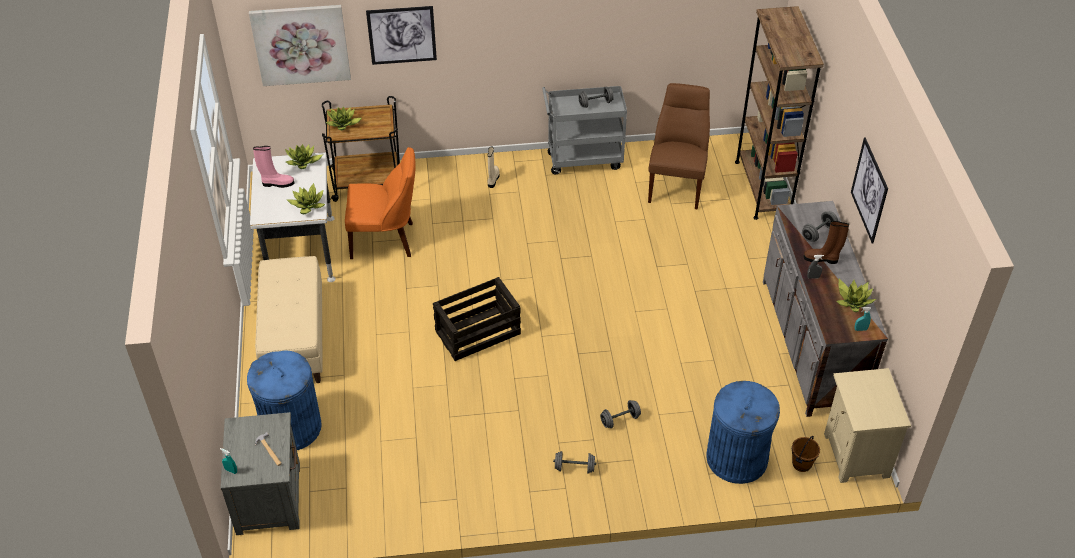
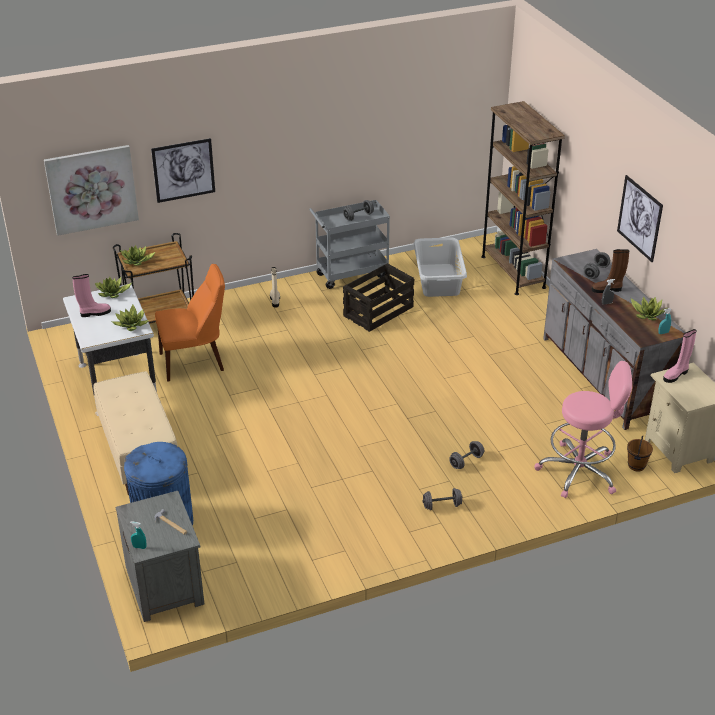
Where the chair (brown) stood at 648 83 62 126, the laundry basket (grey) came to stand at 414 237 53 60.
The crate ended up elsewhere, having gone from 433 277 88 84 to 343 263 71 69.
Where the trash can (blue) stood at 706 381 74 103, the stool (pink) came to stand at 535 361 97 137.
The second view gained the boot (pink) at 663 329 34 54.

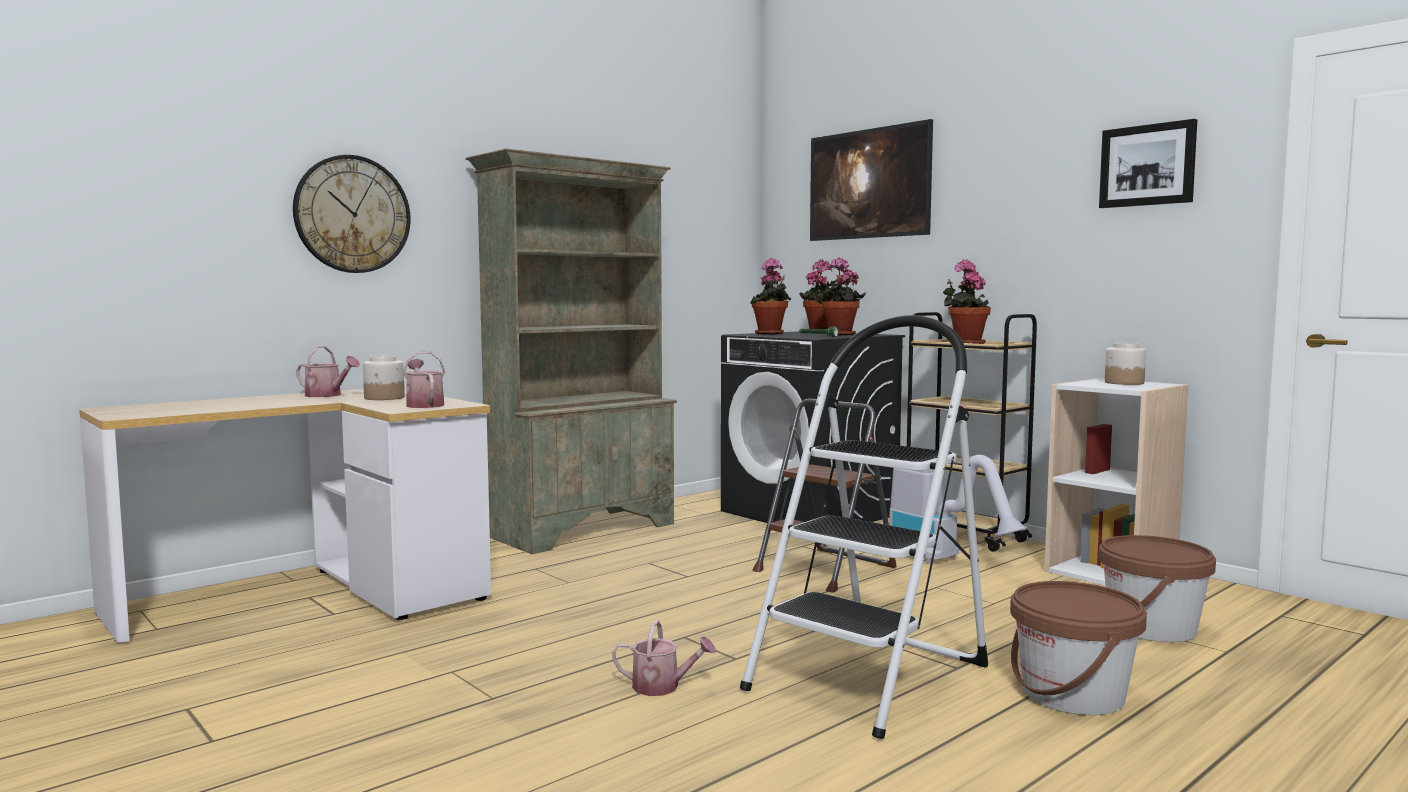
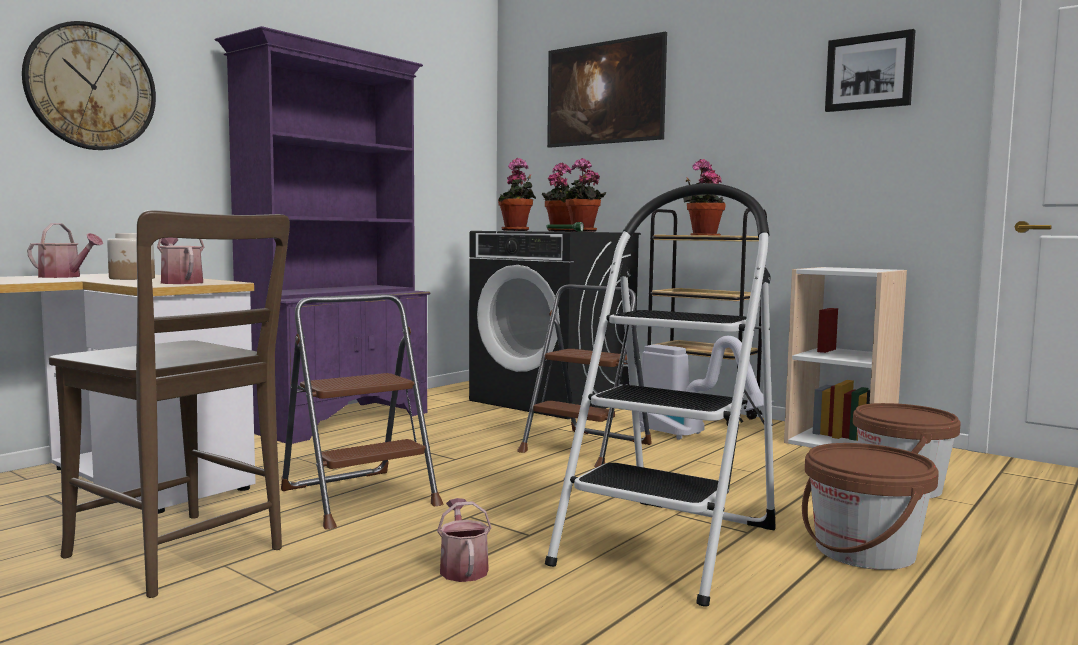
What was the bookcase (green) at 465 149 213 405 turned into the bookcase (purple) at 214 26 217 418.
The second view lost the jar at 1105 343 41 42.
The watering can at 612 620 104 76 ended up facing another way, 105 degrees counterclockwise from before.
The second view gained the chair (brown) at 49 210 241 388.
The second view gained the step ladder (brown) at 281 294 162 235.

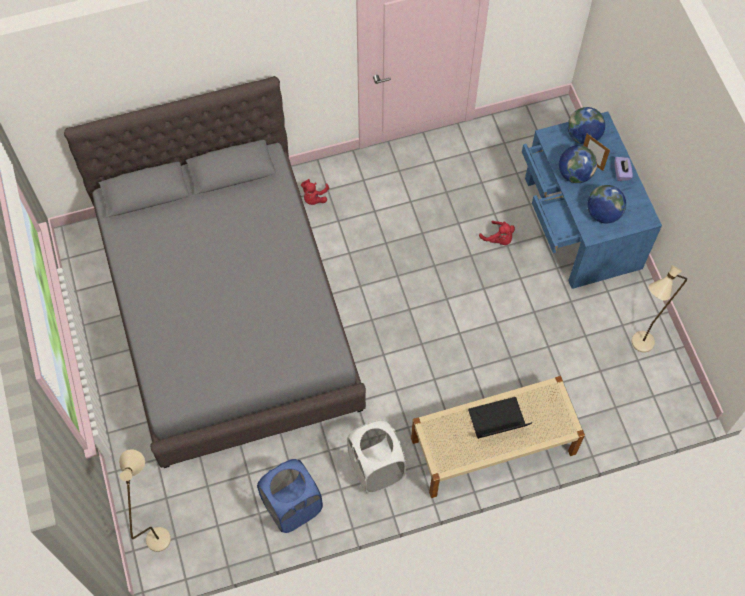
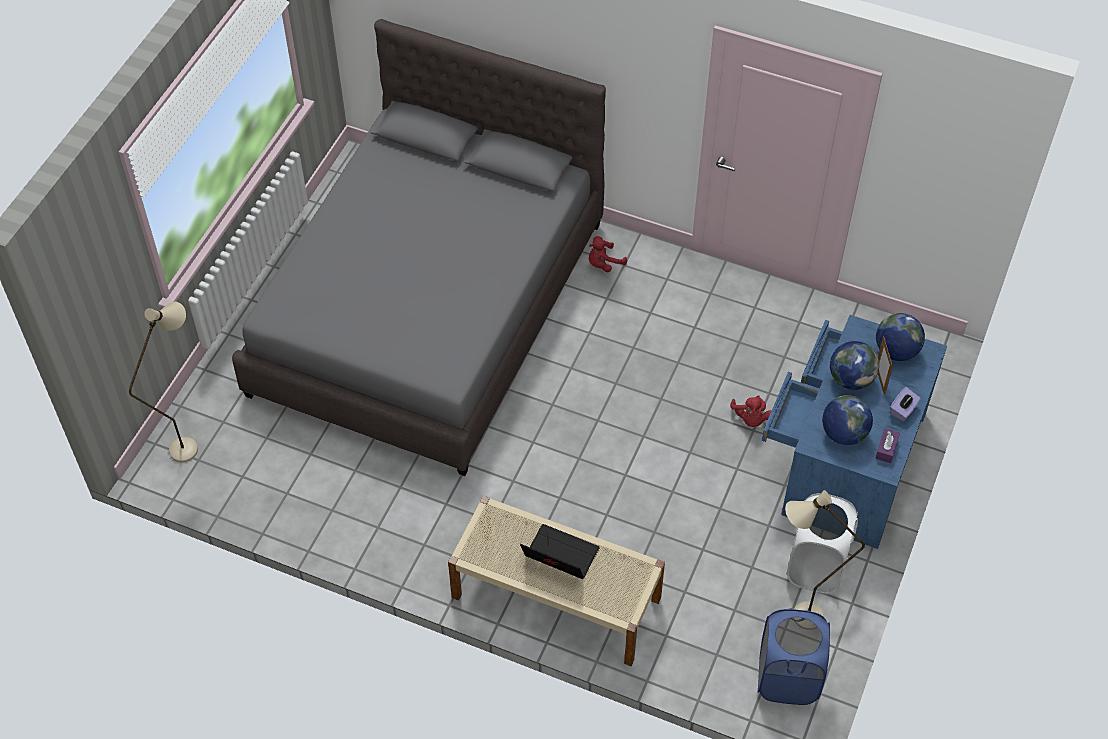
The laundry basket (white) ended up elsewhere, having gone from 347 419 59 74 to 786 493 72 101.
The laundry basket (blue) ended up elsewhere, having gone from 257 459 66 74 to 758 608 72 97.
The second view gained the tissue box (purple) at 875 428 25 35.

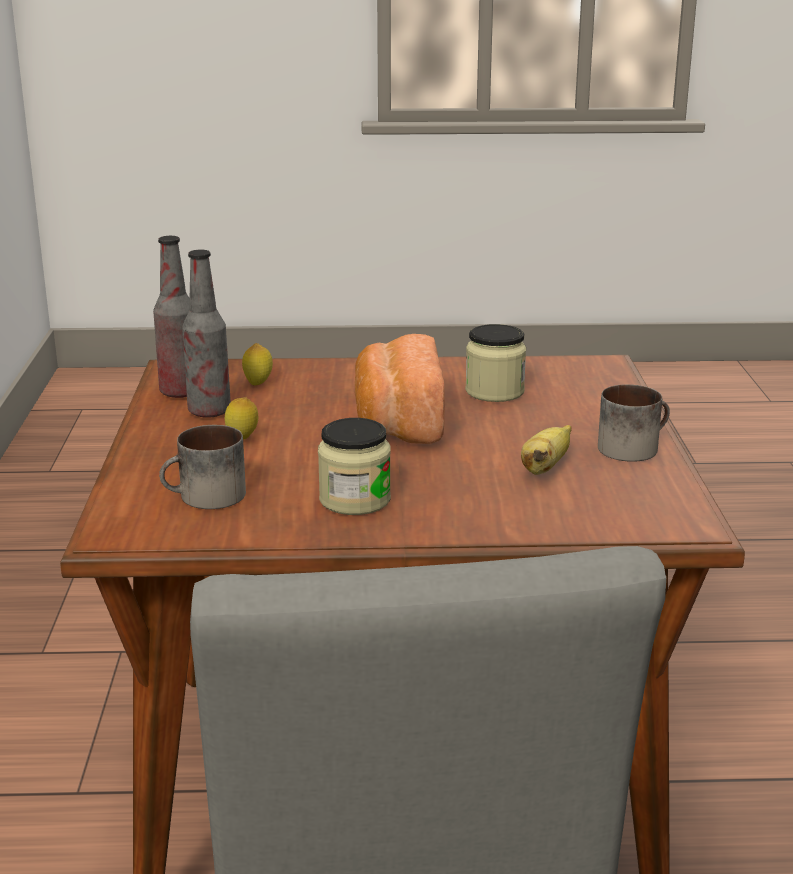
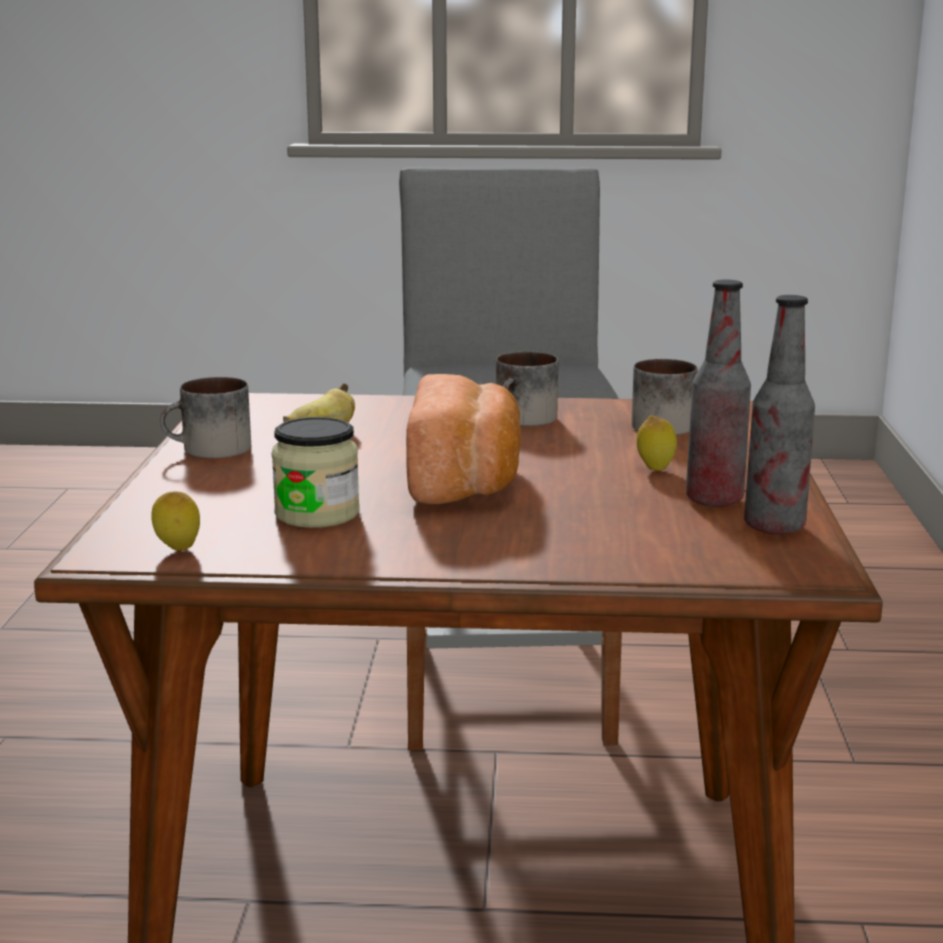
The lemon ended up elsewhere, having gone from 242 343 31 42 to 151 491 49 60.
Where the jar stood at 318 418 73 97, the mug came to stand at 496 351 62 75.

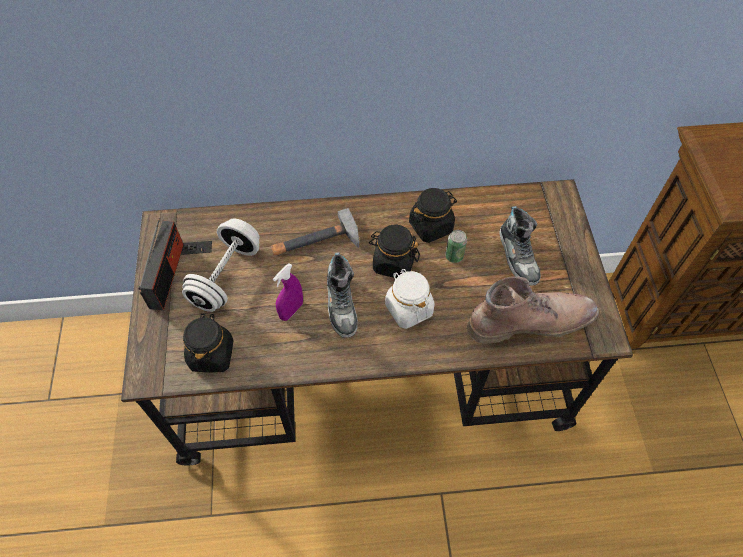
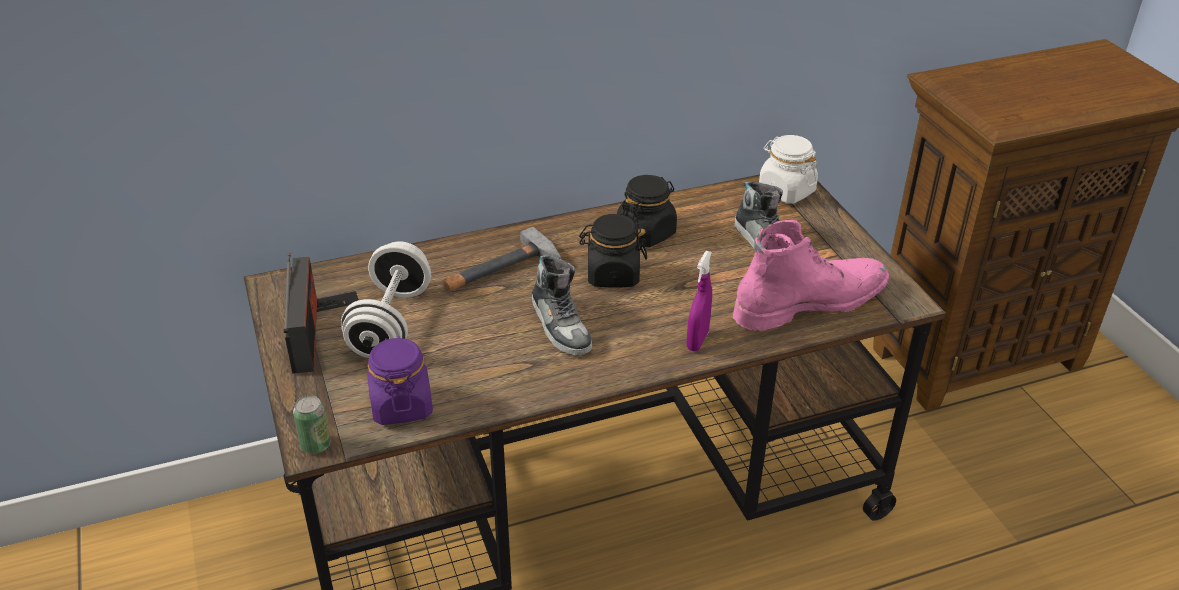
The can ended up elsewhere, having gone from 445 230 22 33 to 293 395 38 59.
The spray bottle (purple) ended up elsewhere, having gone from 273 263 30 58 to 687 251 25 100.
The jar (white) ended up elsewhere, having gone from 385 269 50 60 to 759 135 59 69.
What was the boot (brown) at 466 276 133 68 turned into the boot (pink) at 733 220 156 111.
What was the jar (black) at 183 314 50 58 turned into the jar (purple) at 367 336 66 89.

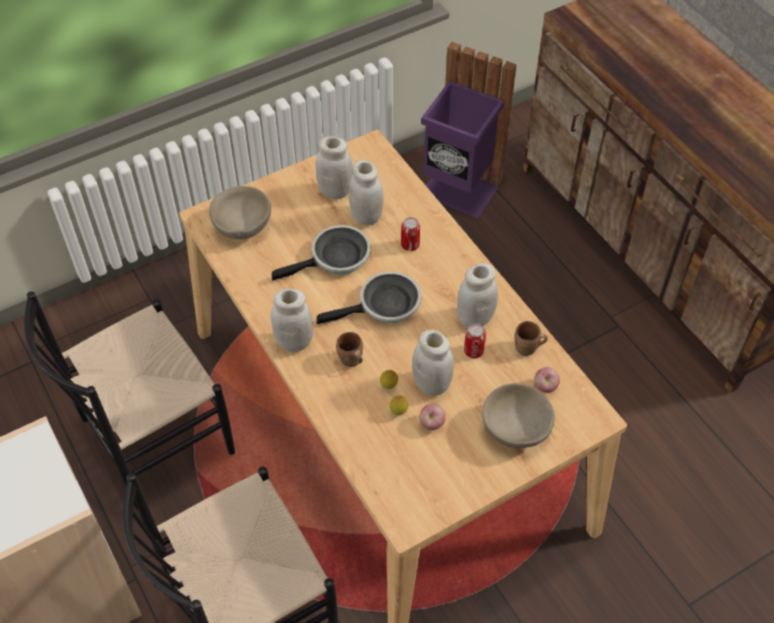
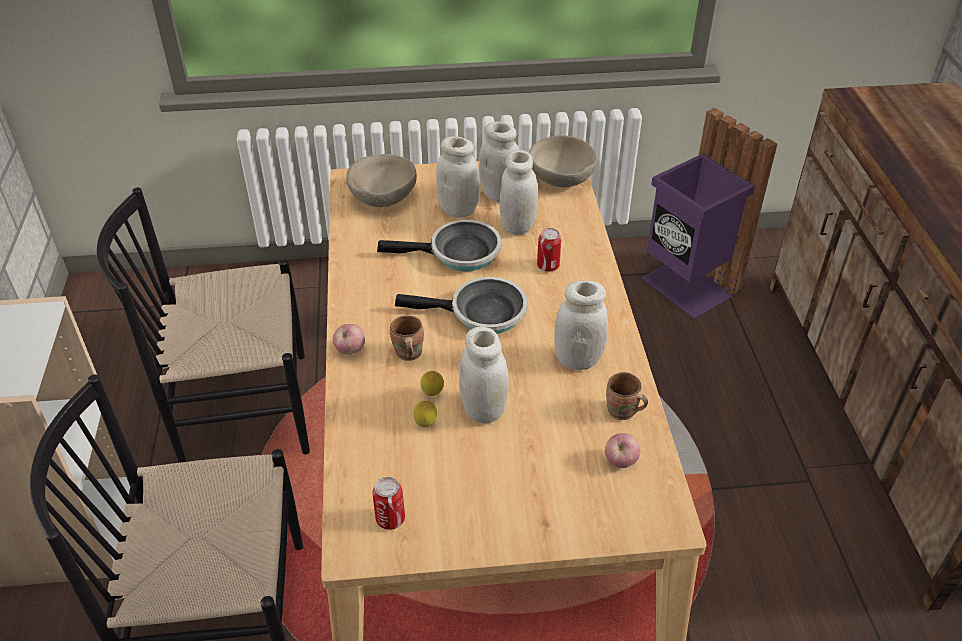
The jar (white) ended up elsewhere, having gone from 271 288 42 64 to 436 136 44 82.
The can ended up elsewhere, having gone from 464 323 22 35 to 373 477 32 53.
The bowl (beige) ended up elsewhere, having gone from 482 383 73 65 to 529 135 68 52.
The apple ended up elsewhere, having gone from 419 404 27 26 to 333 324 32 31.

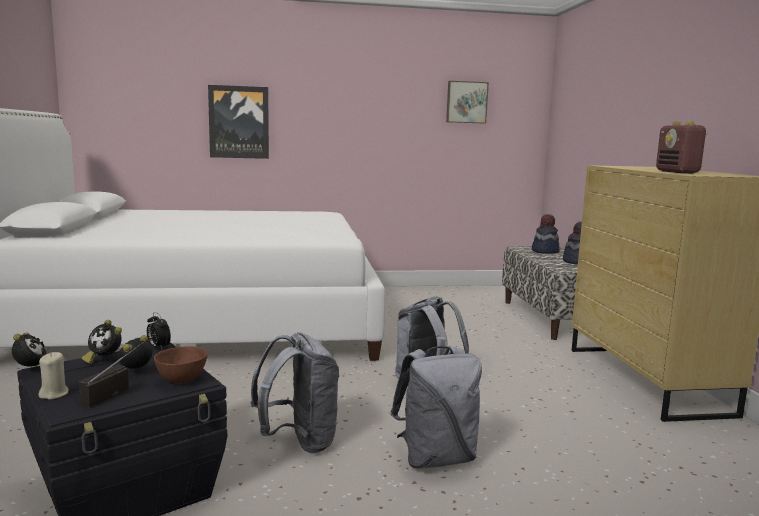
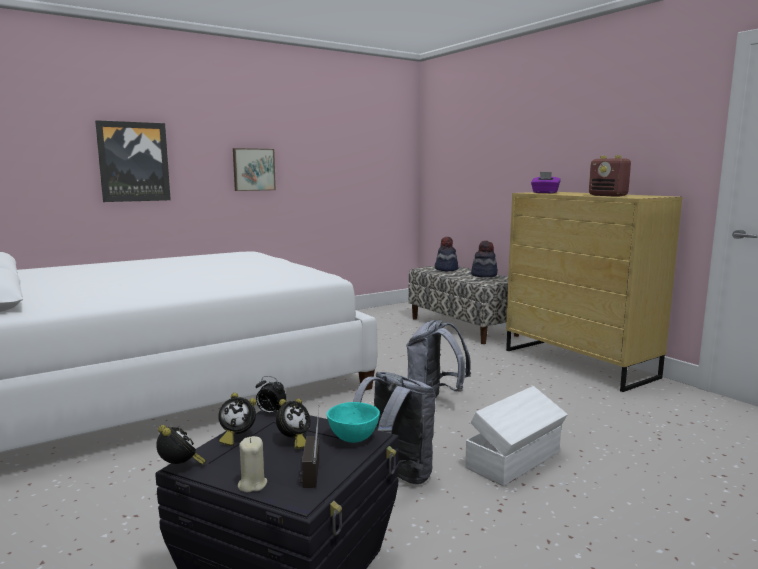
The picture ended up elsewhere, having gone from 446 81 43 43 to 233 148 43 43.
The alarm clock at 118 335 35 34 ended up facing another way, 150 degrees counterclockwise from before.
What was the bowl (brown) at 154 346 54 38 turned into the bowl (turquoise) at 327 402 53 41.
Where the backpack (grey) stood at 390 346 92 123, the storage box (white) came to stand at 465 386 103 100.
The second view gained the tissue box (purple) at 531 172 30 21.

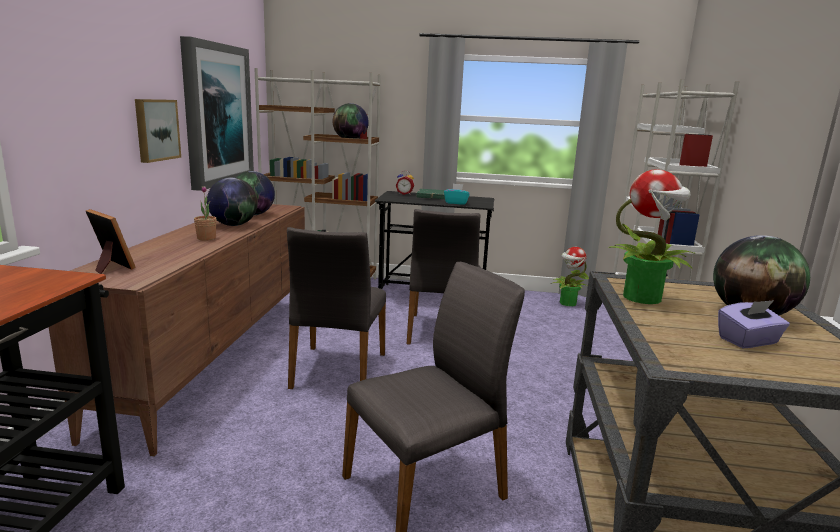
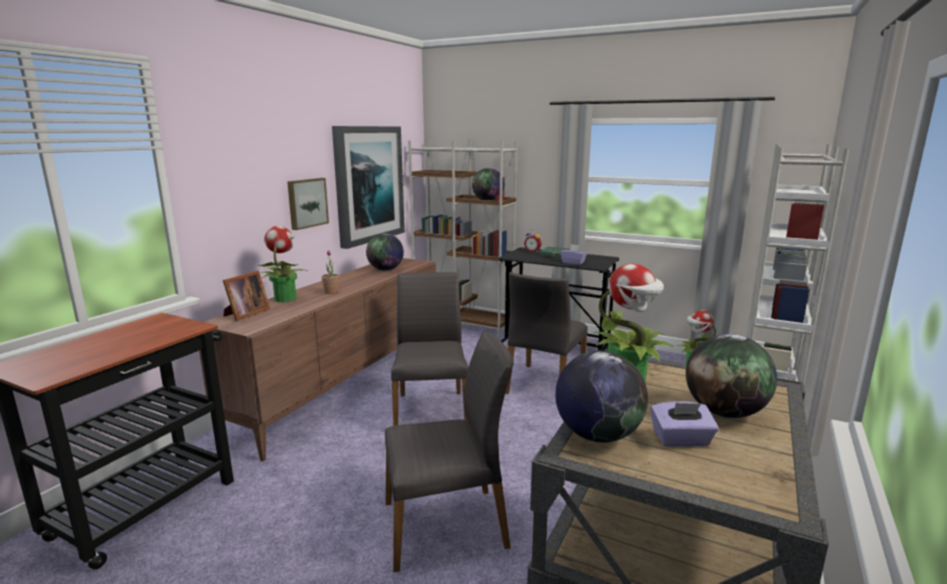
The globe ended up elsewhere, having gone from 207 177 51 49 to 555 351 93 91.
What was the tissue box (turquoise) at 444 184 26 21 turned into the tissue box (purple) at 560 244 27 21.
The picture frame at 86 209 50 65 ended up facing another way, 60 degrees clockwise from before.
The chair (grey) at 287 227 99 162 ended up facing another way, 150 degrees clockwise from before.
The second view gained the potted plant at 259 226 48 76.

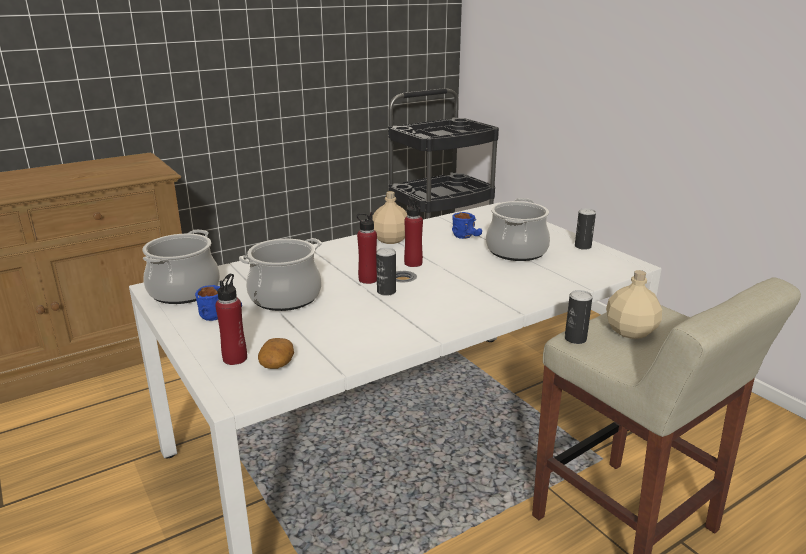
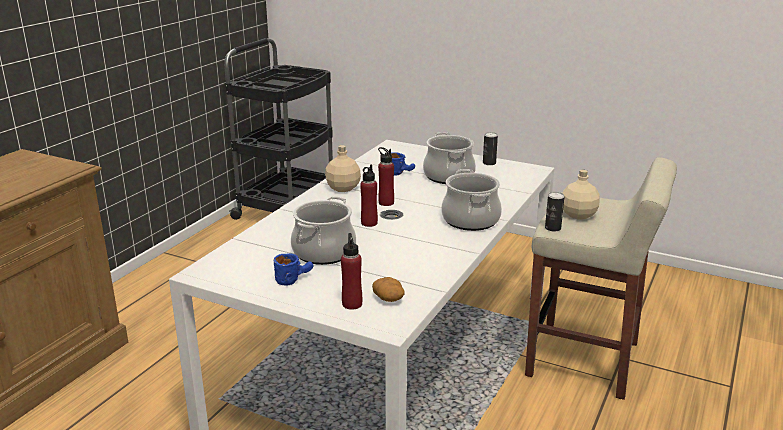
The cooking pot ended up elsewhere, having gone from 143 230 77 74 to 441 169 61 62.
The second view lost the can at 376 248 20 48.

